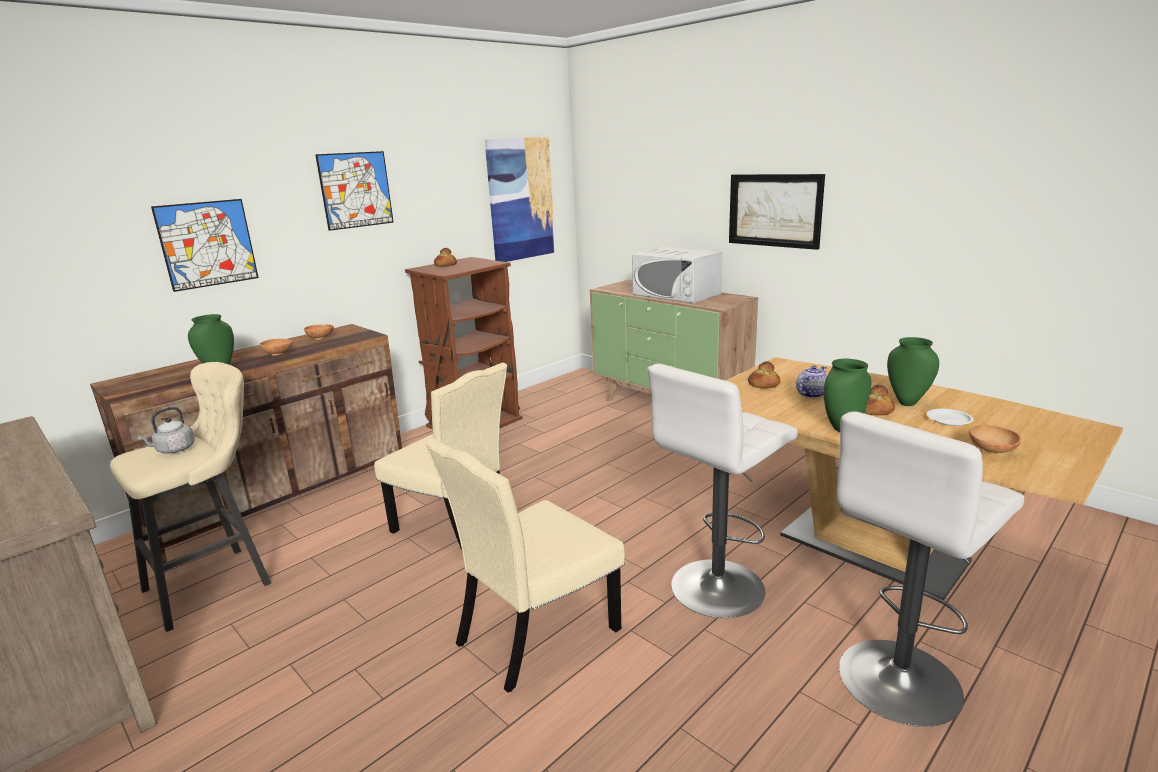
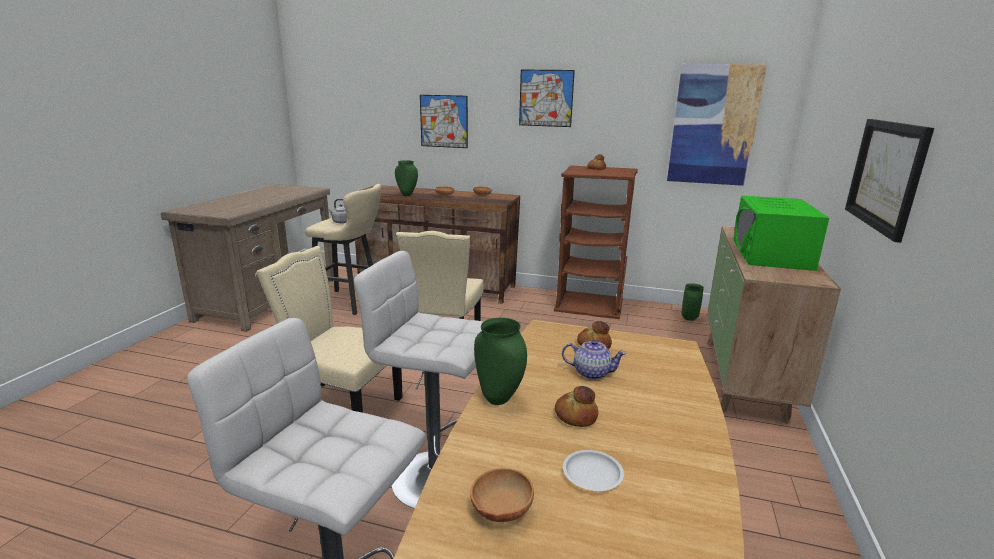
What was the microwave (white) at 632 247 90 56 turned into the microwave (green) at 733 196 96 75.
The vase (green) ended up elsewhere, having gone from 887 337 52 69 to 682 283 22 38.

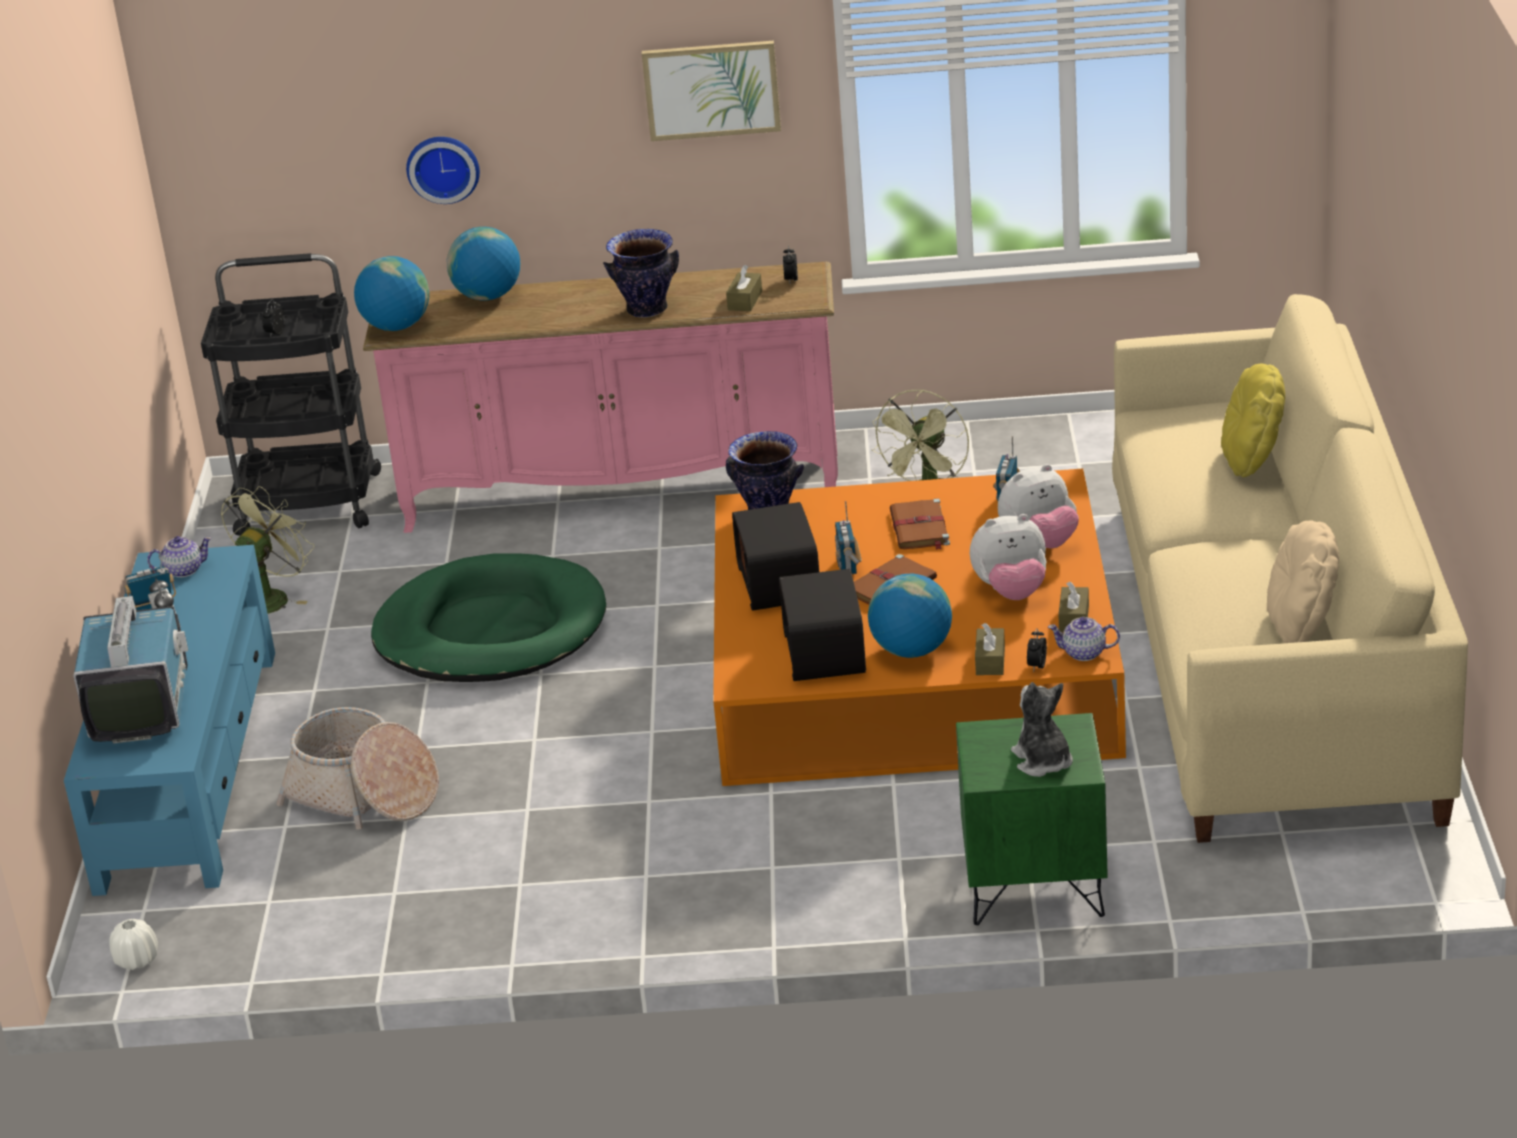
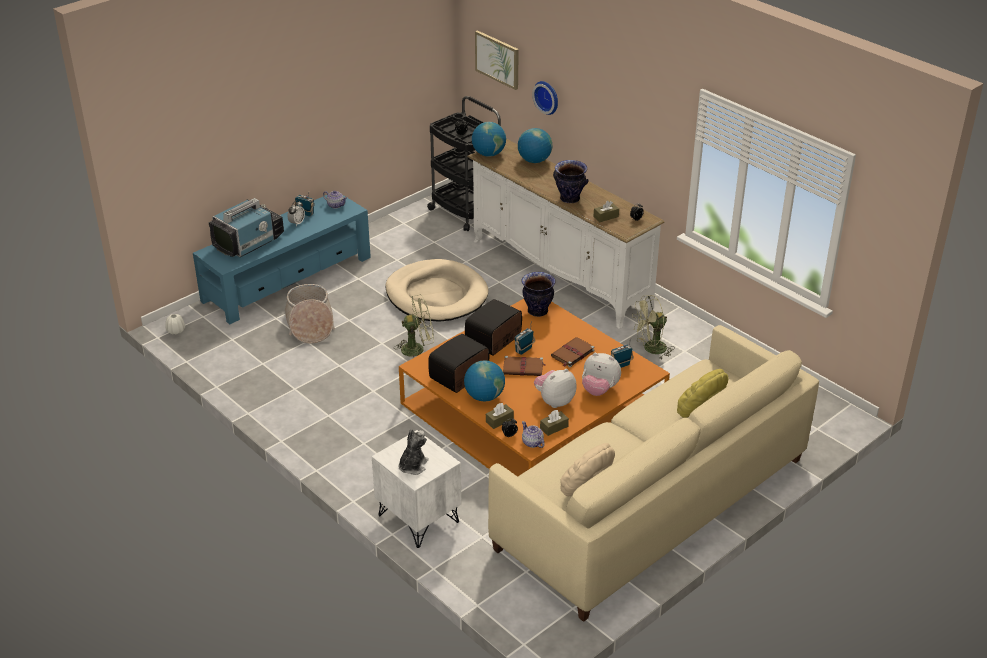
The picture ended up elsewhere, having gone from 642 41 139 100 to 475 30 44 60.
What was the cabinet (pink) at 363 261 475 272 turned into the cabinet (white) at 467 139 197 190.
The fan (green) ended up elsewhere, having gone from 221 486 93 128 to 394 294 40 63.
The plush toy at 970 514 76 86 ended up facing another way, 105 degrees clockwise from before.
What was the dog bed (green) at 371 553 235 129 turned into the dog bed (beige) at 385 259 104 63.
What was the nightstand (green) at 956 713 152 212 turned into the nightstand (white) at 372 430 90 118.

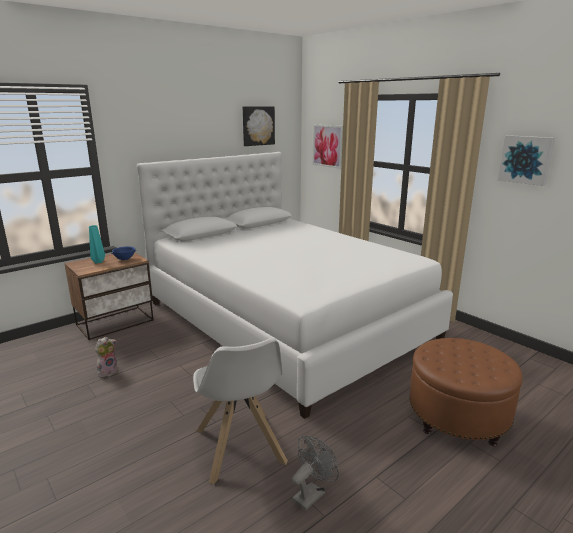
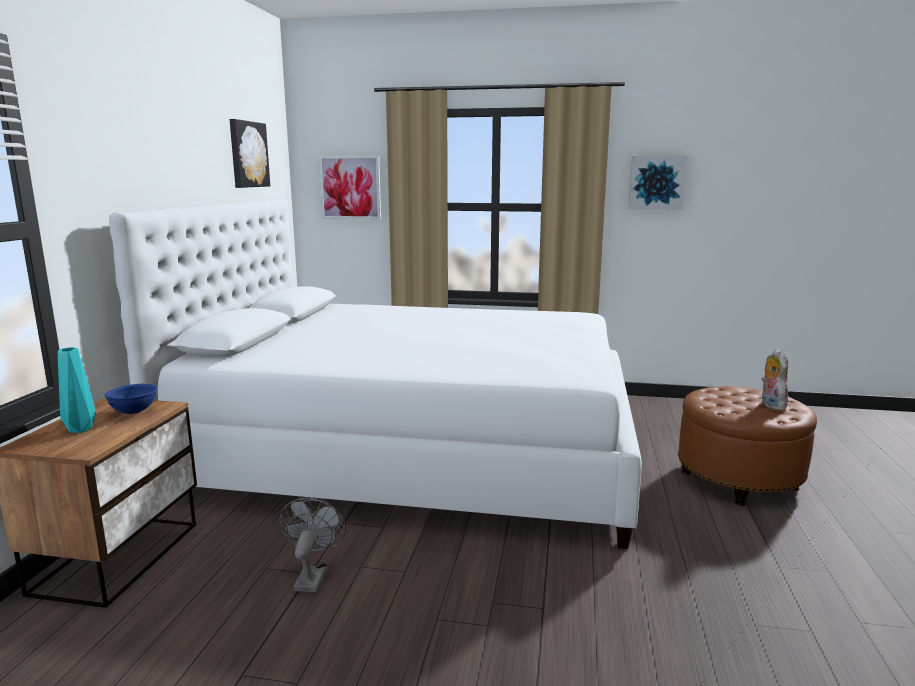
The plush toy ended up elsewhere, having gone from 95 337 23 40 to 761 348 27 62.
The second view lost the chair at 193 338 95 146.
The fan (grey) ended up elsewhere, having gone from 292 436 47 75 to 280 498 66 94.

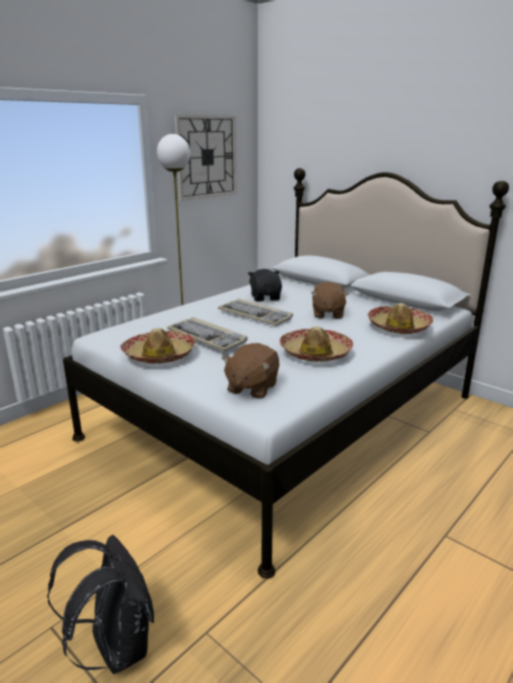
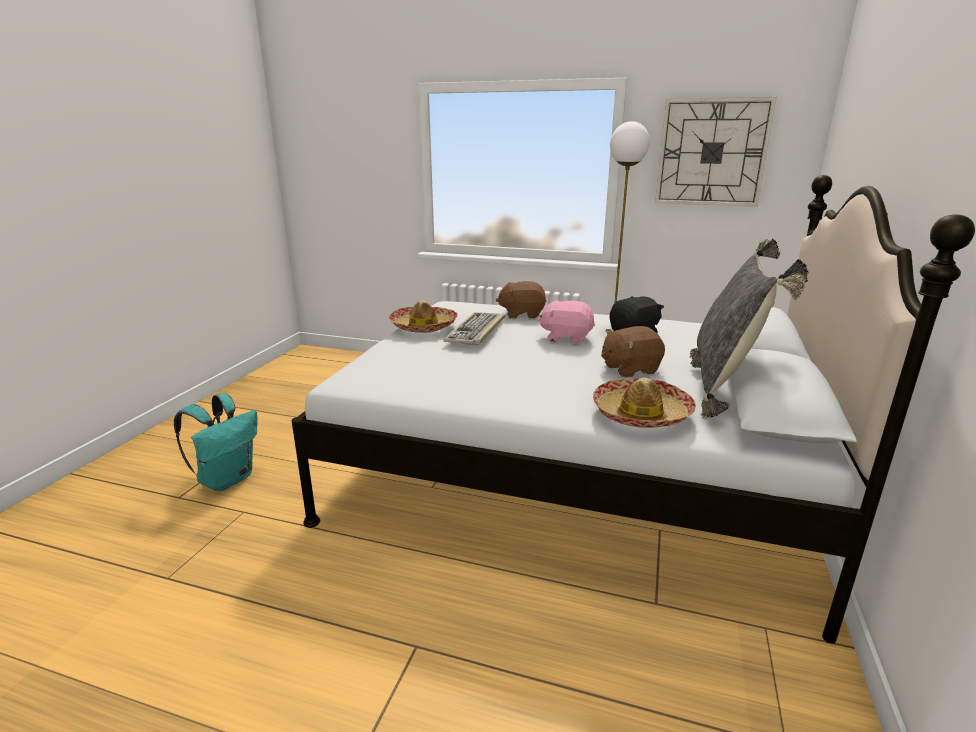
Where the keyboard stood at 218 299 75 27, the plush toy (pink) came to stand at 537 300 58 44.
The second view lost the hat at 280 326 73 36.
The plush toy (brown) ended up elsewhere, having gone from 222 343 58 56 to 496 281 51 37.
What was the backpack (black) at 47 535 107 139 turned into the backpack (turquoise) at 174 393 84 98.
The second view gained the pillow at 689 238 120 181.

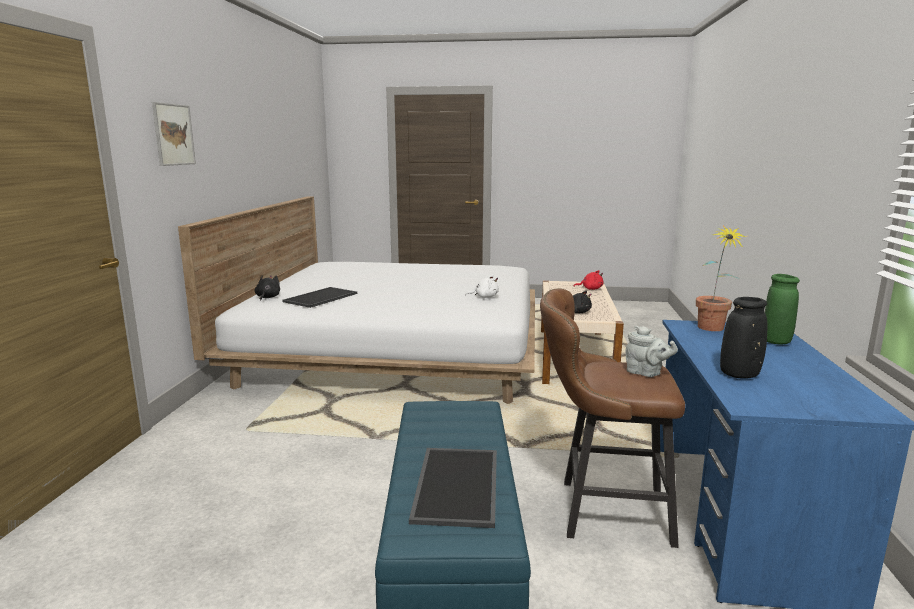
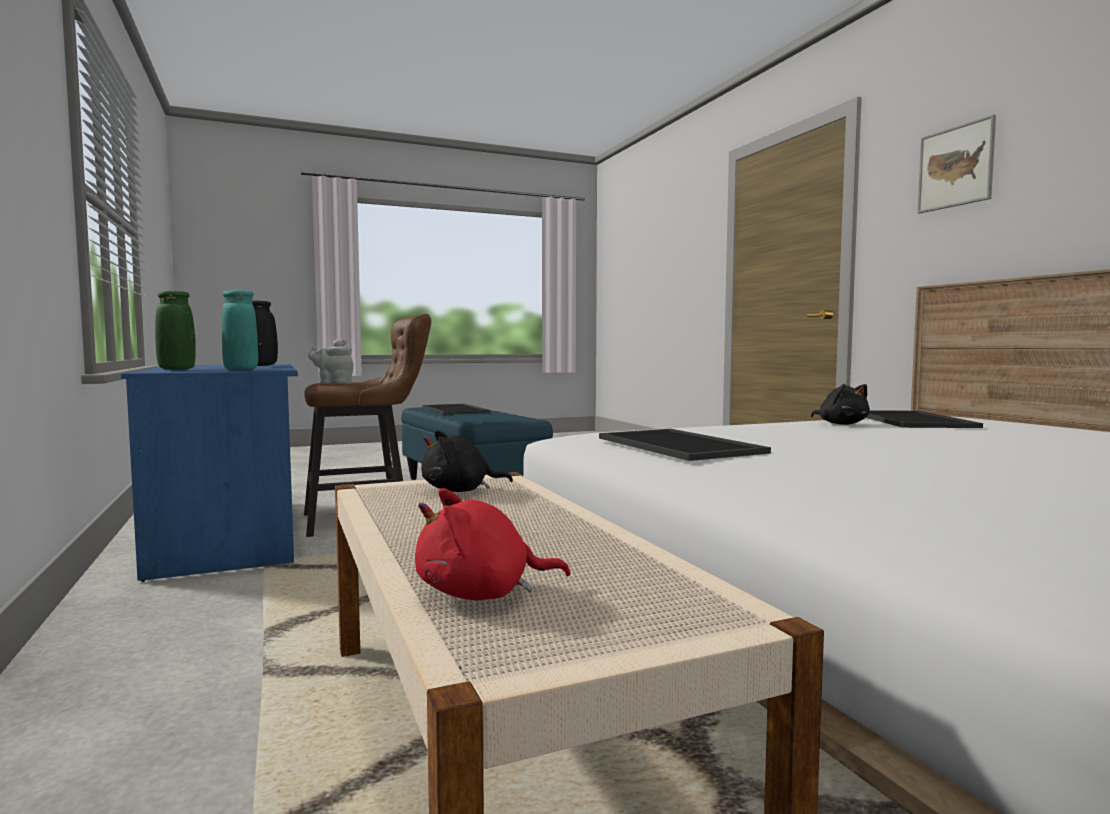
Where the potted plant stood at 696 225 50 106, the vase (turquoise) came to stand at 222 290 36 80.
The plush toy (black) ended up elsewhere, having gone from 255 275 25 26 to 811 384 59 41.
Where the plush toy (white) stood at 465 275 34 23, the tray came to stand at 599 429 172 32.

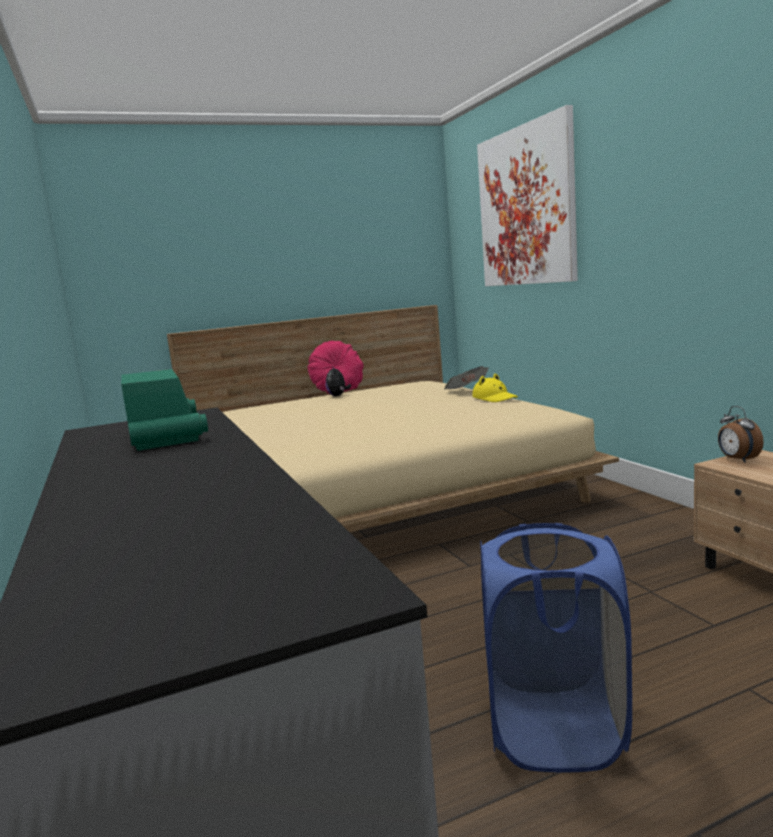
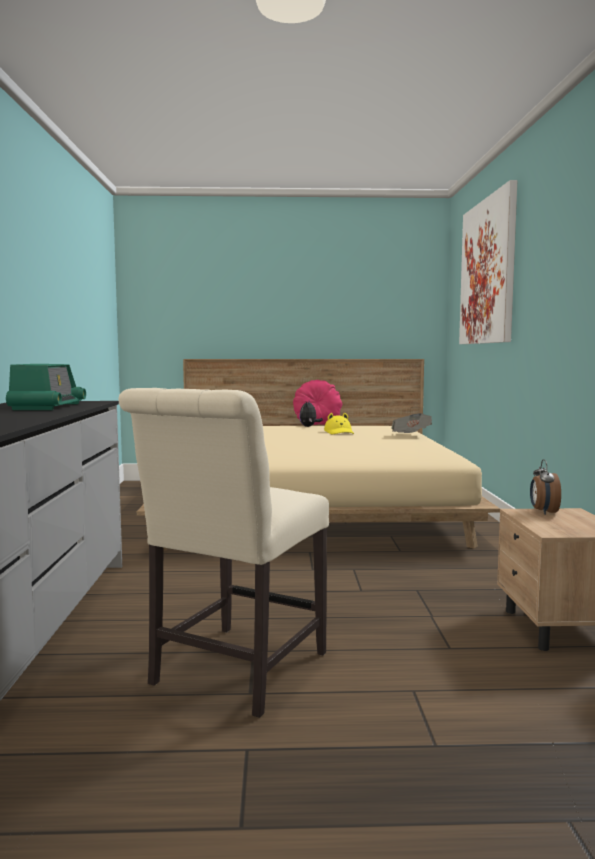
The hat (yellow) ended up elsewhere, having gone from 472 373 46 29 to 324 413 30 22.
Where the laundry basket (blue) stood at 480 523 152 250, the chair (beige) came to stand at 119 388 210 330.

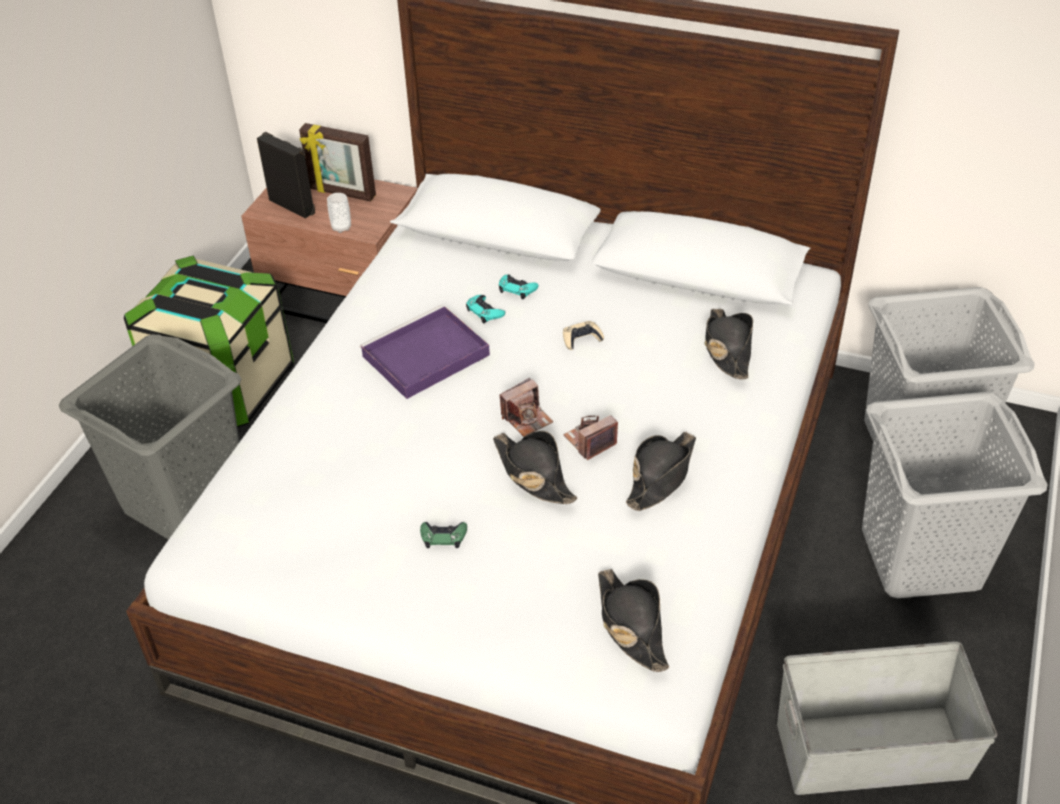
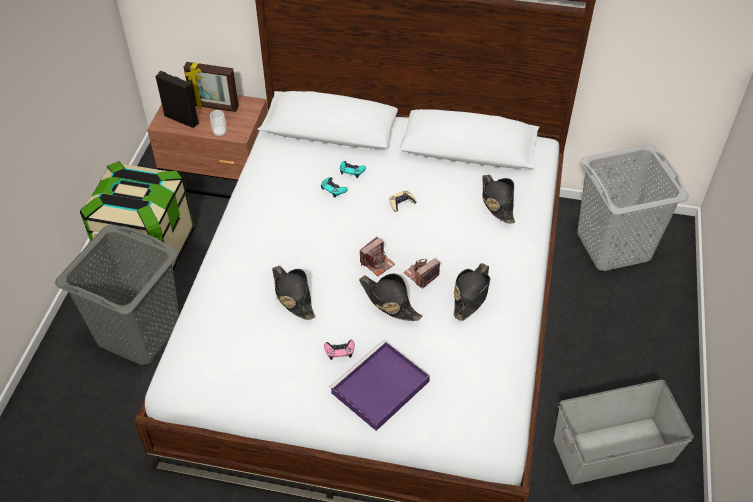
The tray (purple) ended up elsewhere, having gone from 360 305 130 94 to 329 340 101 91.
The second view lost the laundry basket (grey) at 862 392 186 206.
What was the game controller (green) at 420 522 47 26 turned into the game controller (pink) at 324 340 31 20.
The hat (black) ended up elsewhere, having gone from 598 569 71 103 to 272 266 43 54.

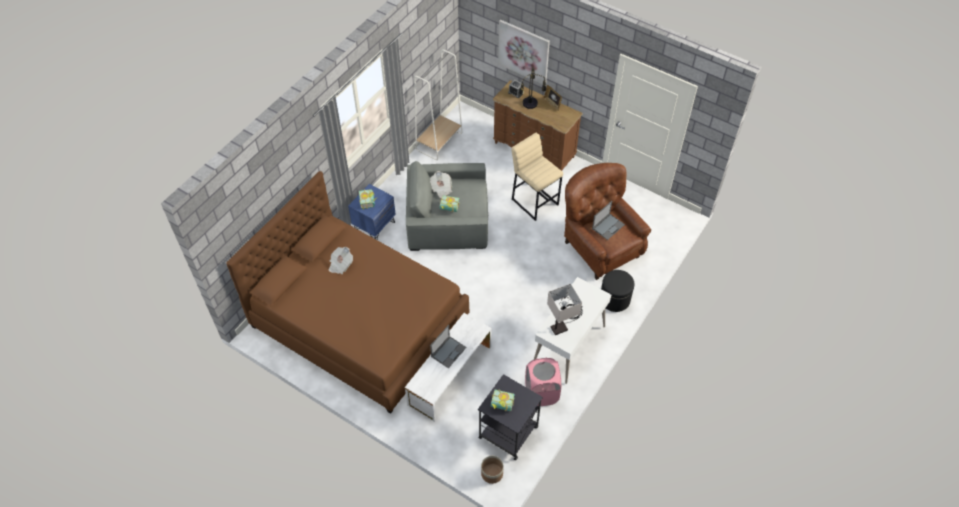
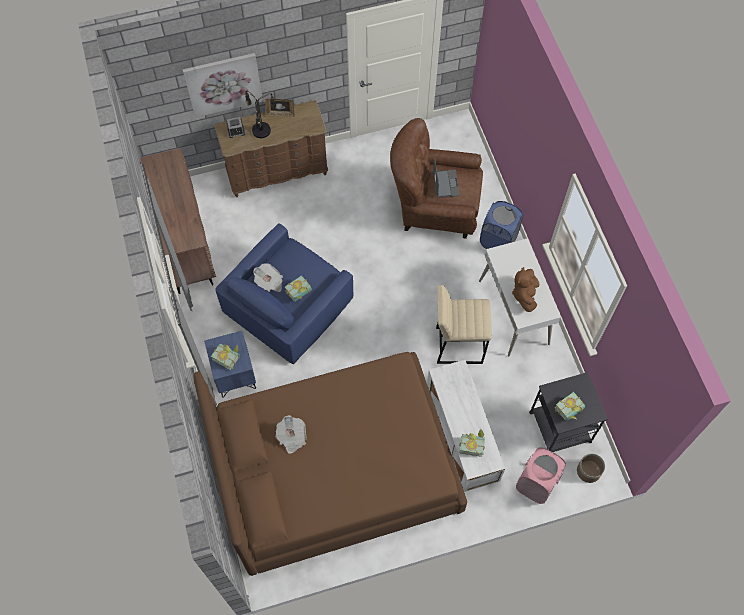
Where the clothes rack stood at 414 49 48 111, the dresser (brown) came to stand at 140 148 76 146.
The stool (beige) ended up elsewhere, having gone from 511 133 52 88 to 436 285 56 79.
What was the armchair (grey) at 406 161 82 90 turned into the armchair (blue) at 215 223 138 141.
Where the ottoman (black) stood at 601 270 33 42, the laundry basket (blue) came to stand at 480 201 43 48.
Where the table lamp stood at 547 284 36 51, the plush toy (brown) came to stand at 512 267 28 45.
The second view lost the laptop at 430 325 36 43.
The laundry basket (pink) ended up elsewhere, having gone from 525 358 36 49 to 516 447 50 57.
The second view gained the book at 459 429 26 28.

